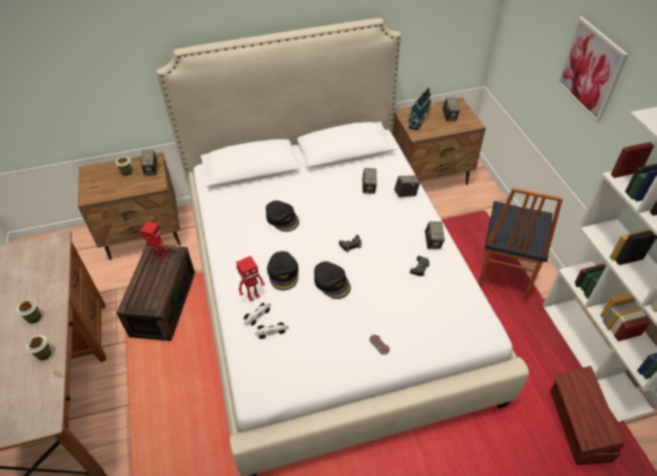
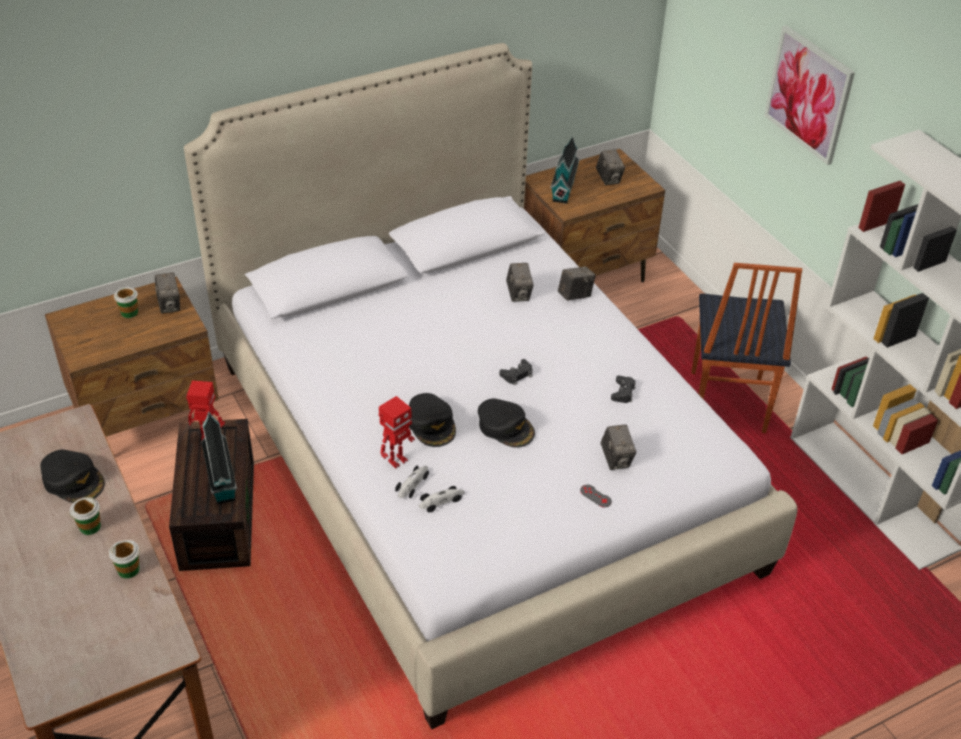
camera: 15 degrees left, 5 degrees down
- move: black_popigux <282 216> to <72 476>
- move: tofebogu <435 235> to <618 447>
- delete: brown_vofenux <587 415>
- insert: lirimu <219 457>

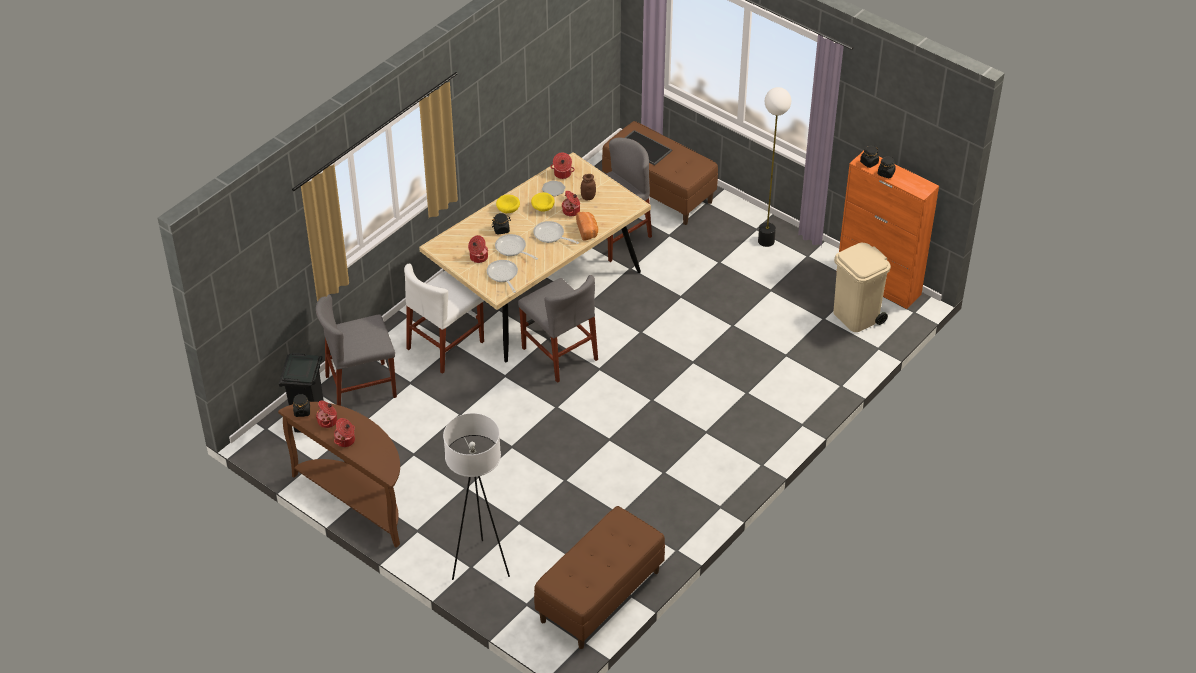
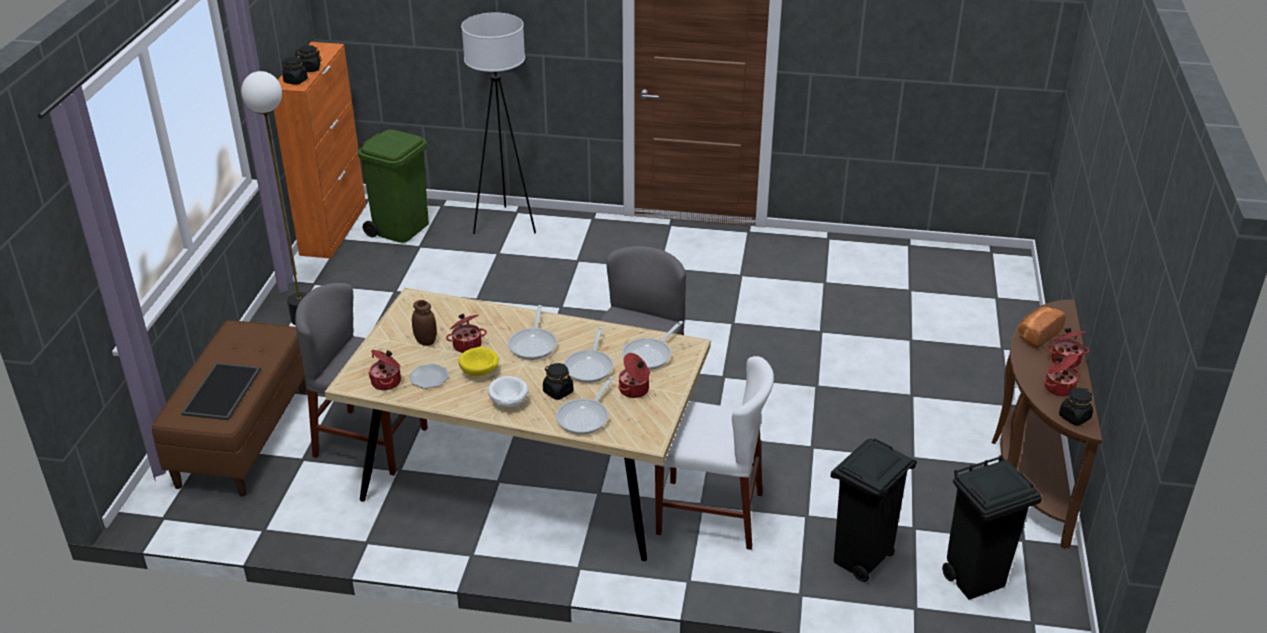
camera: 120 degrees left, 10 degrees down
- replace: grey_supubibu <356 350> to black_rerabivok <873 510>
- move: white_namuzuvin <476 496> to <498 123>
- recolor: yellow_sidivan <508 204> to white_sidivan <508 391>
- delete: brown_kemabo <599 577>
- move: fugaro <587 226> to <1042 327>
- recolor: beige_rerabivok <862 287> to green_rerabivok <393 186>
- insert: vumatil <585 405>

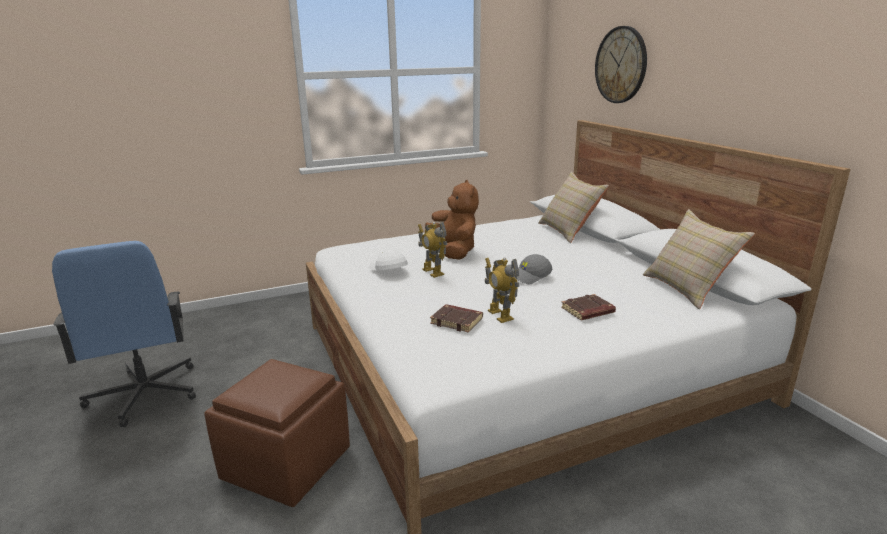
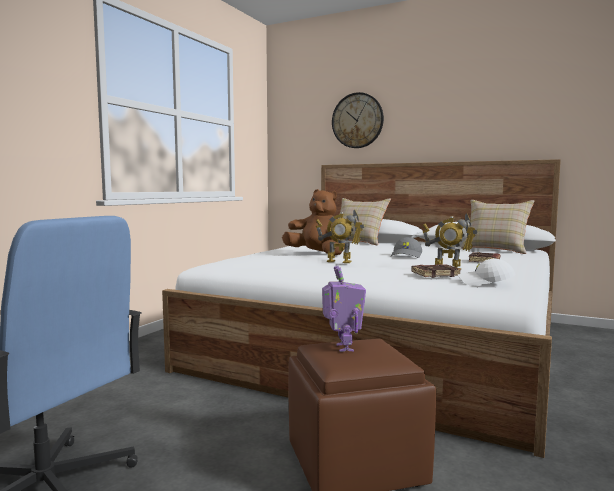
camera: 40 degrees left, 15 degrees down
- move: white_popigux <388 260> to <486 272>
- insert: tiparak <344 309>

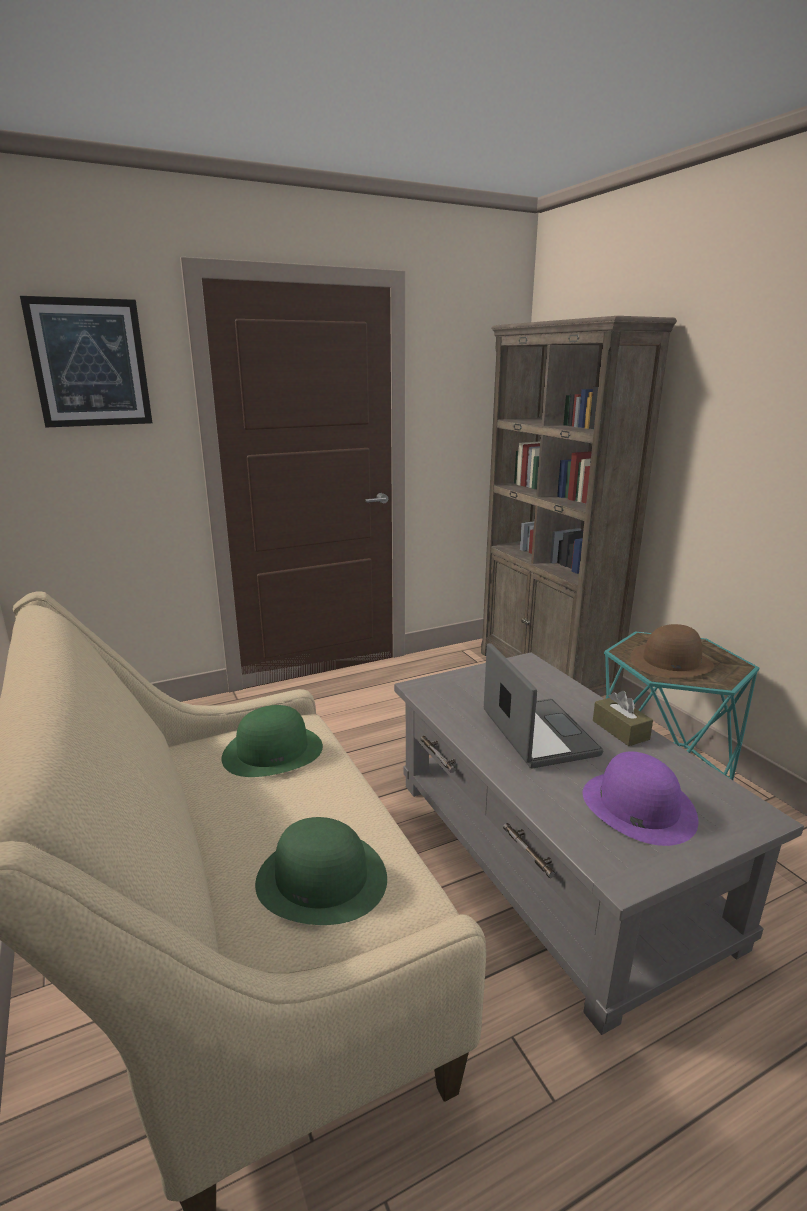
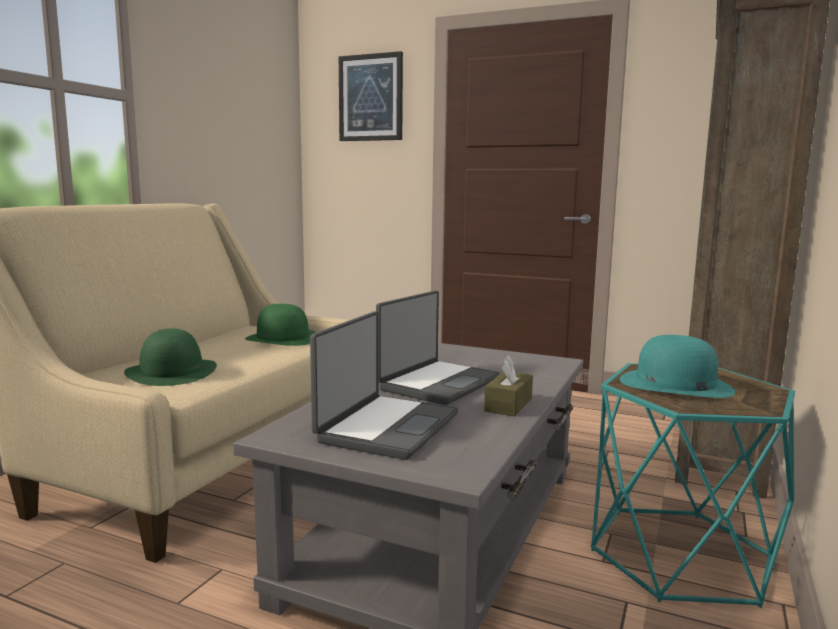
camera: 50 degrees right, 10 degrees down
- replace: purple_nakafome <640 798> to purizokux <384 385>
- recolor: brown_nakafome <672 651> to turquoise_nakafome <677 366>

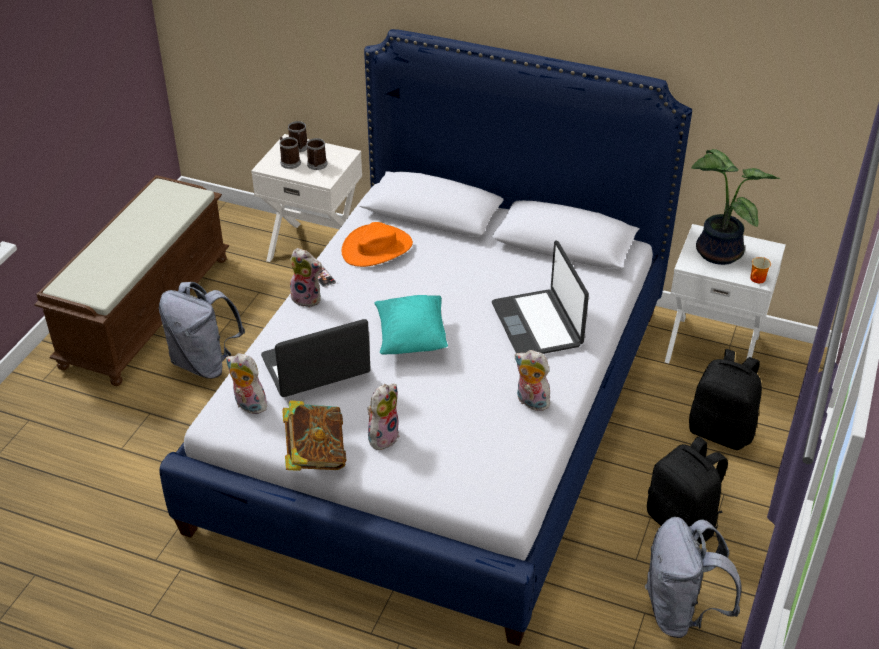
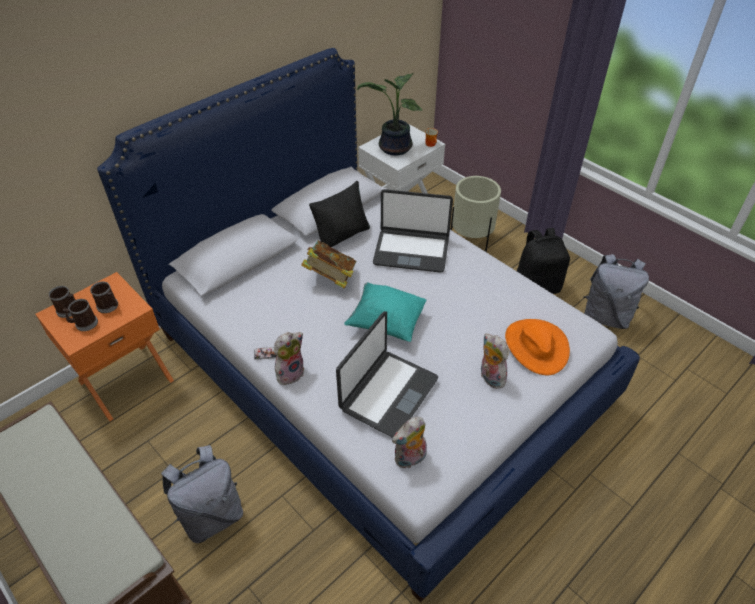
camera: 65 degrees left, 5 degrees up
- recolor: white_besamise <306 198> to orange_besamise <104 346>
- rotate: purizokux <315 358> = <387 374> 150 degrees counterclockwise
- move: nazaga <314 435> to <328 265>
- move: orange_nakafome <377 244> to <537 347>
- delete: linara <532 380>
- replace: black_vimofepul <725 399> to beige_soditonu <476 214>
- insert: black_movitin <339 214>

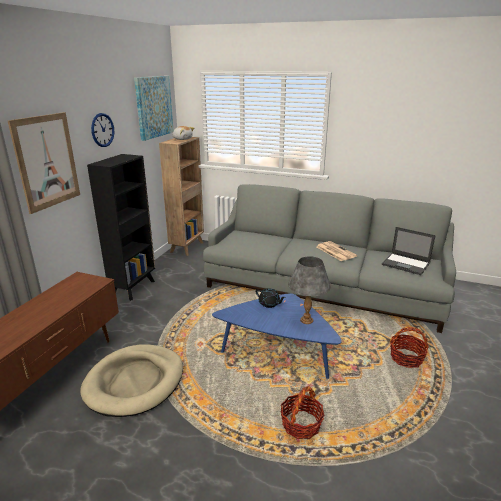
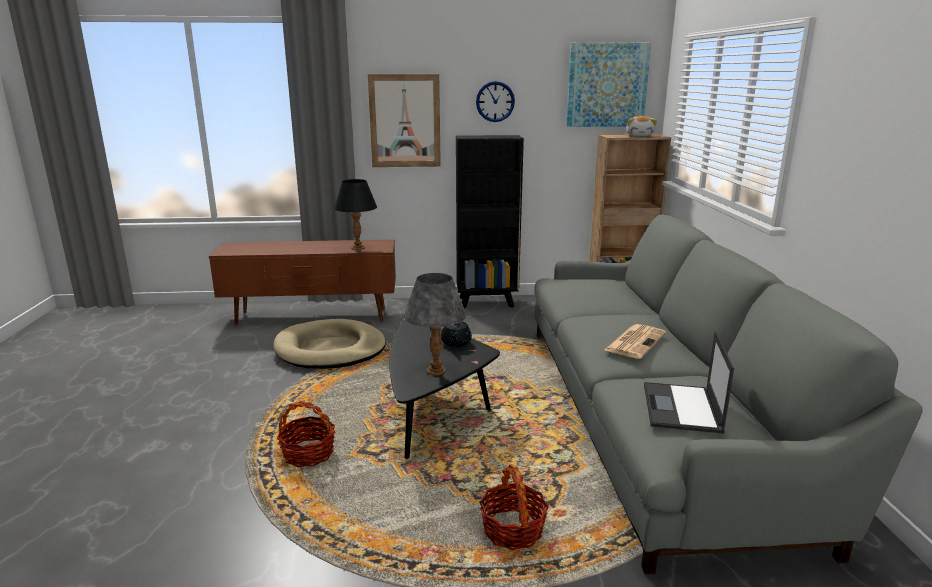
camera: 65 degrees right, 5 degrees down
- recolor: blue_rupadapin <277 336> to black_rupadapin <444 389>
- insert: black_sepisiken <355 214>

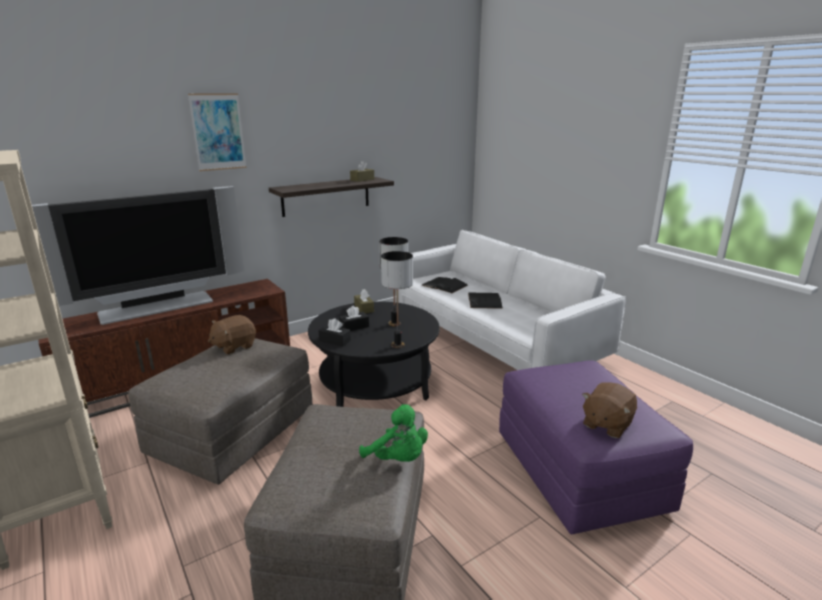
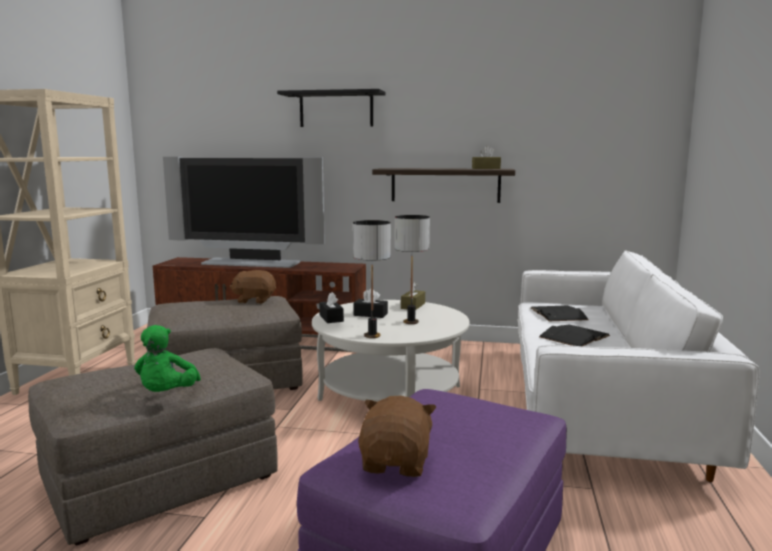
camera: 45 degrees right, 10 degrees down
- replace: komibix <217 132> to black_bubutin <331 108>
- recolor: black_rupadapin <374 354> to white_rupadapin <391 351>
- rotate: brown_linara <609 410> = <397 436> 105 degrees clockwise

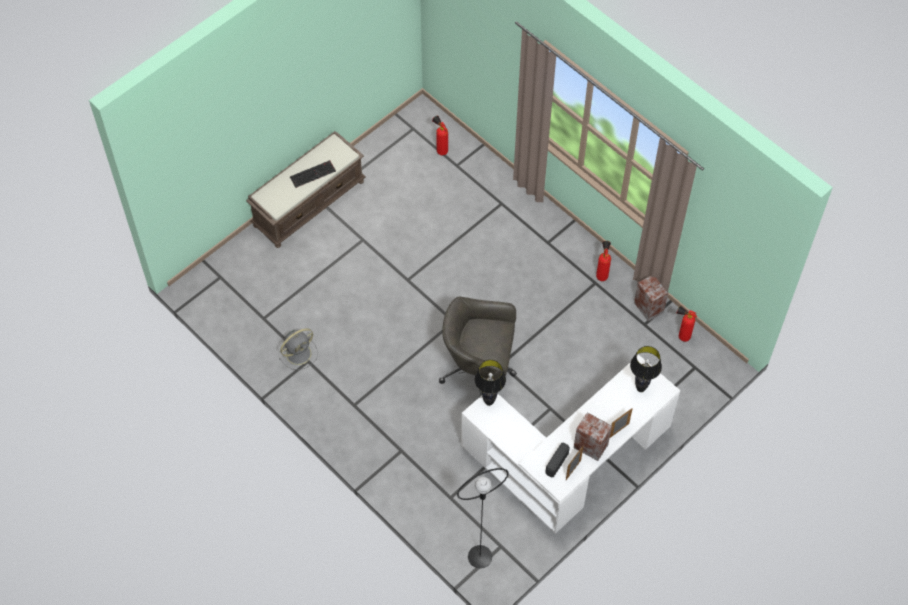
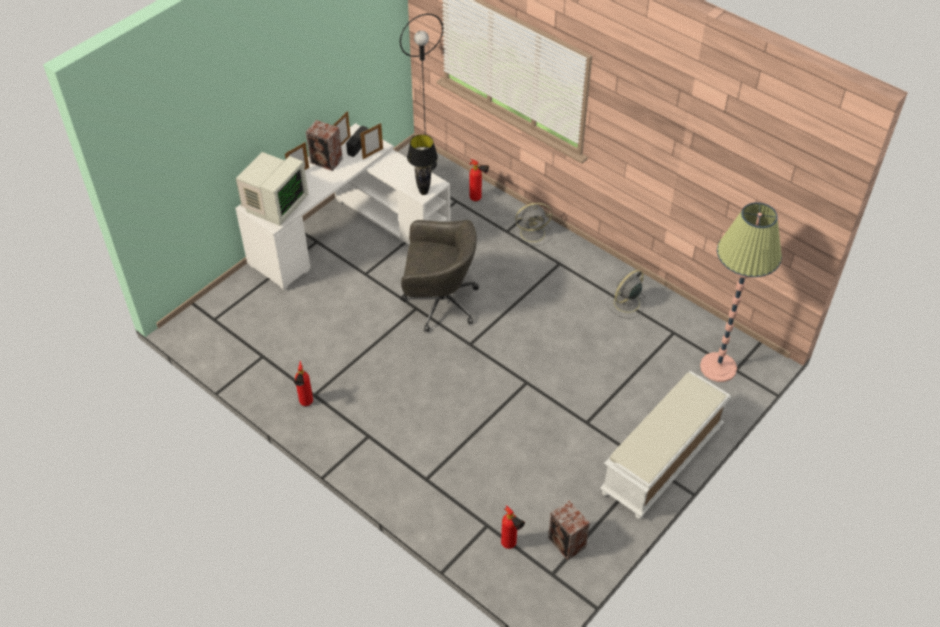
camera: 175 degrees right, 10 degrees down
- recolor: brown_kemabo <306 189> to white_kemabo <666 445>
- delete: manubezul <313 174>
- replace: black_sepisiken <646 369> to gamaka <272 189>
- move: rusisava <651 298> to <569 530>
- move: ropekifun <687 324> to <479 180>
- insert: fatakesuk <371 141>
- insert: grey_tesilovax <532 224>
- insert: namuzuvin <741 292>

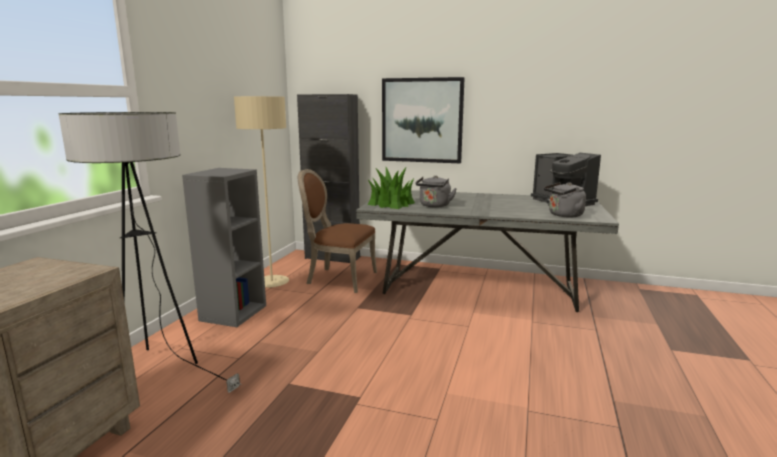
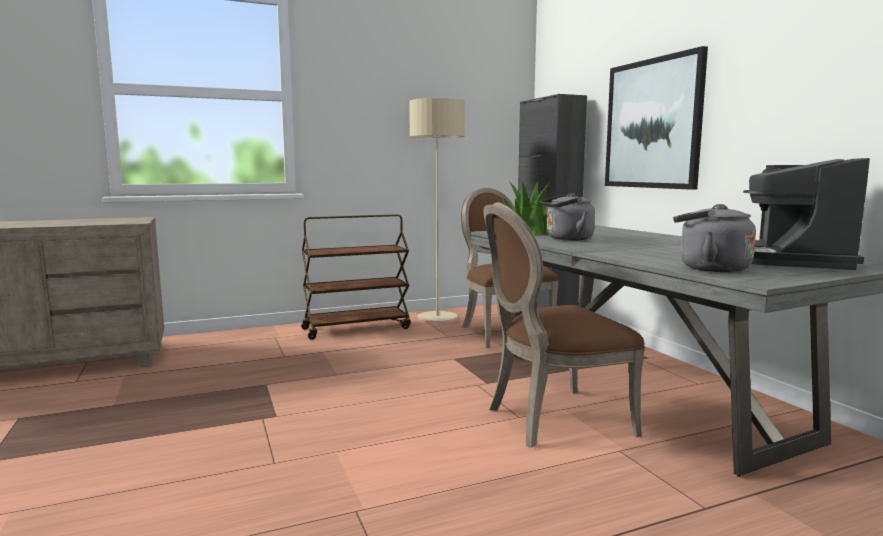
camera: 50 degrees right, 5 degrees down
- delete: namuzuvin <150 252>
- replace: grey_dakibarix <224 247> to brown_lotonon <356 277>
- insert: brown_supubibu <564 325>

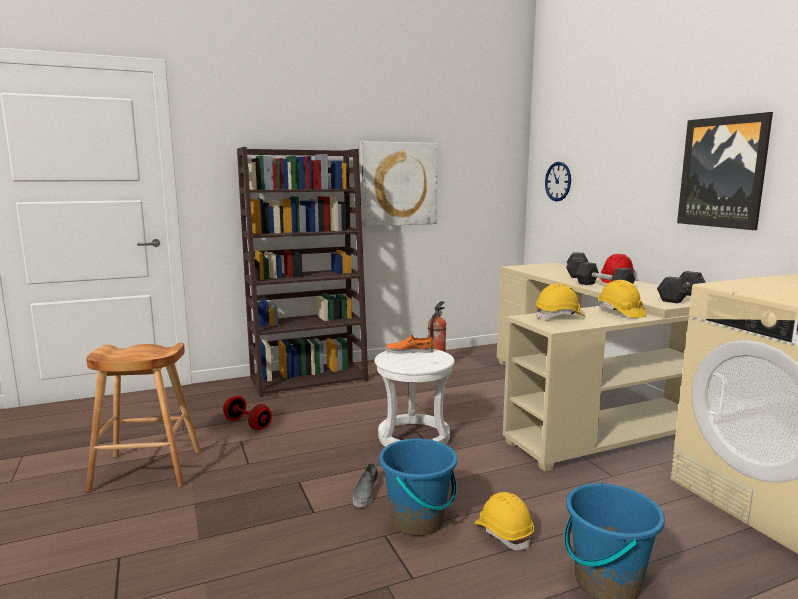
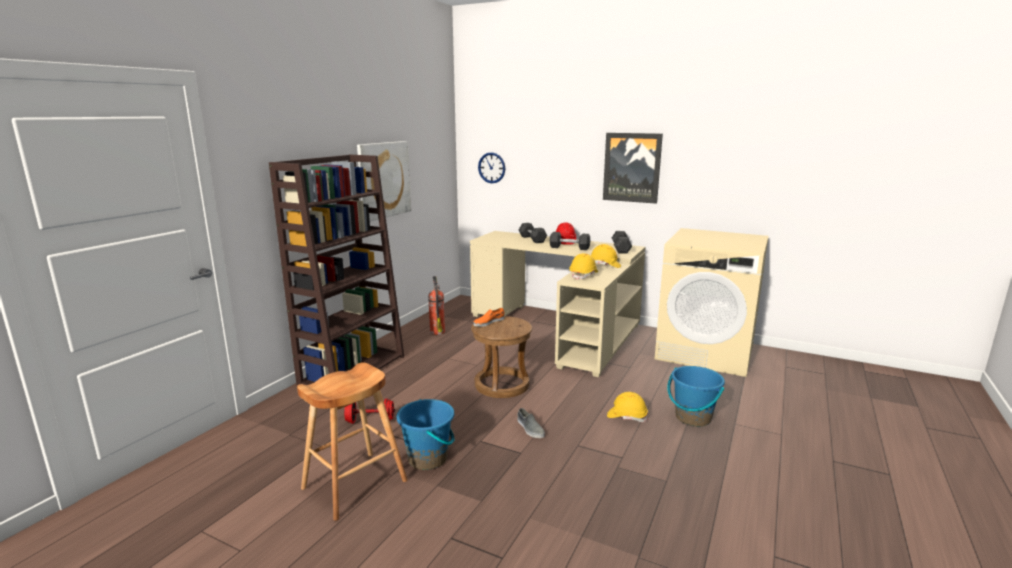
camera: 40 degrees left, 5 degrees up
- recolor: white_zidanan <415 398> to brown_zidanan <501 357>
- move: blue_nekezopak <418 487> to <425 434>

